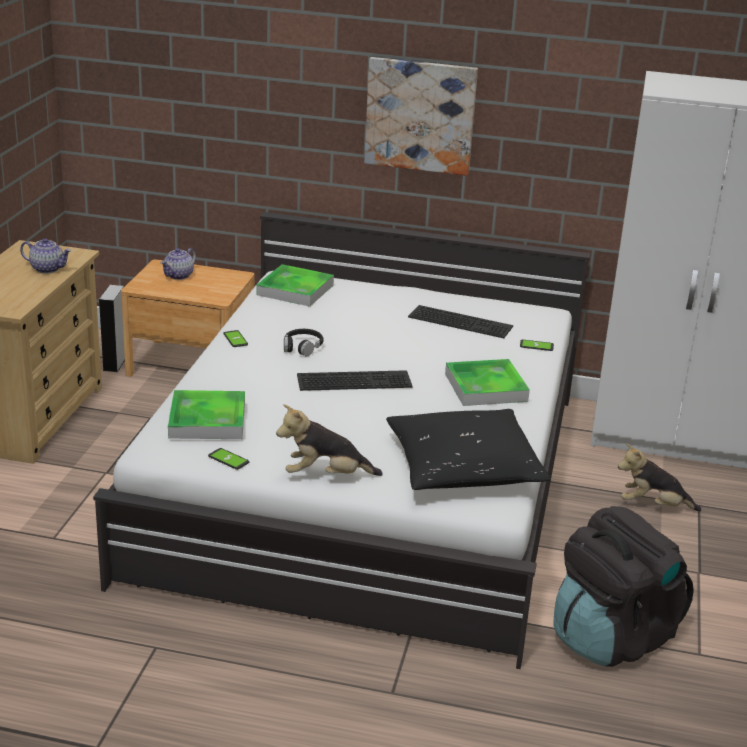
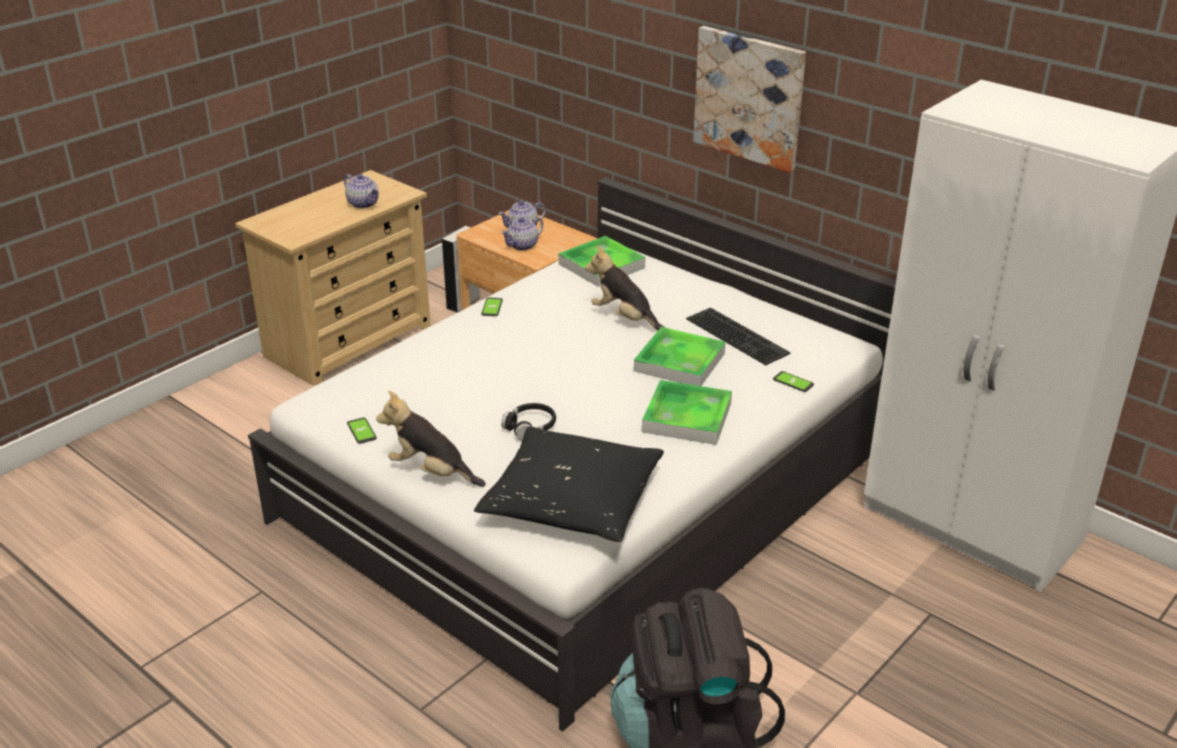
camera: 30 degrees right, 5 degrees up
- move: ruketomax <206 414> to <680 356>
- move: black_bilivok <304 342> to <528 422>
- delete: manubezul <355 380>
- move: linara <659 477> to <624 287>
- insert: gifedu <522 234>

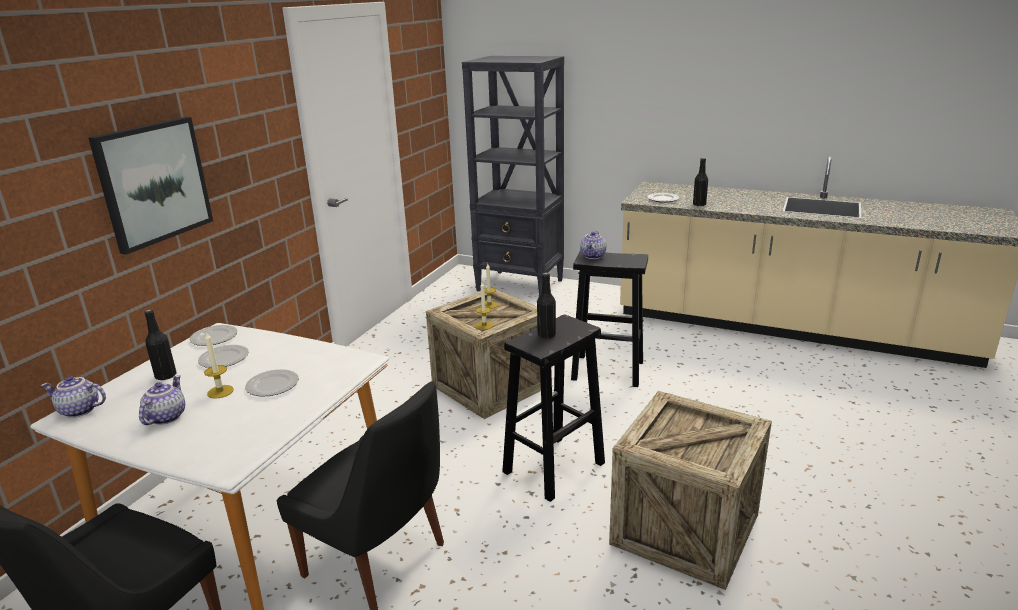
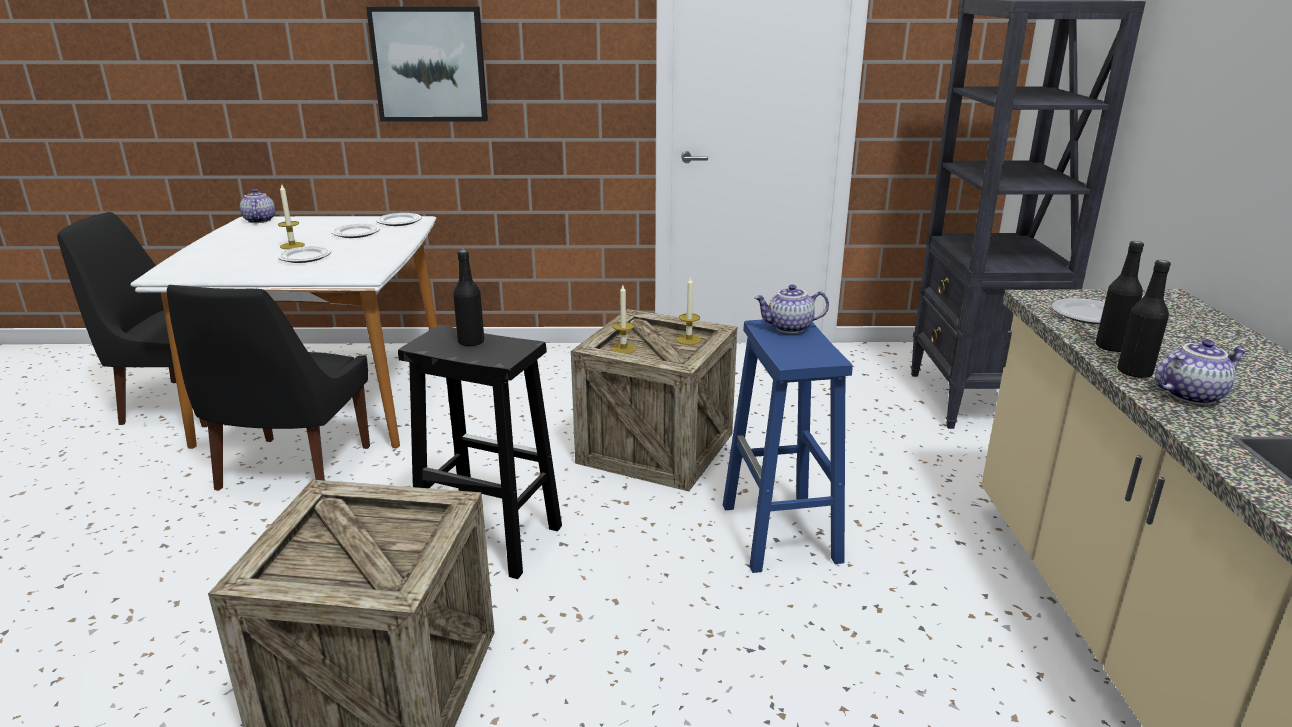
camera: 65 degrees right, 0 degrees up
- move: gifedu <162 400> to <1201 372>
- move: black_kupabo <160 345> to <1144 319>
- recolor: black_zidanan <609 318> to blue_zidanan <788 446>

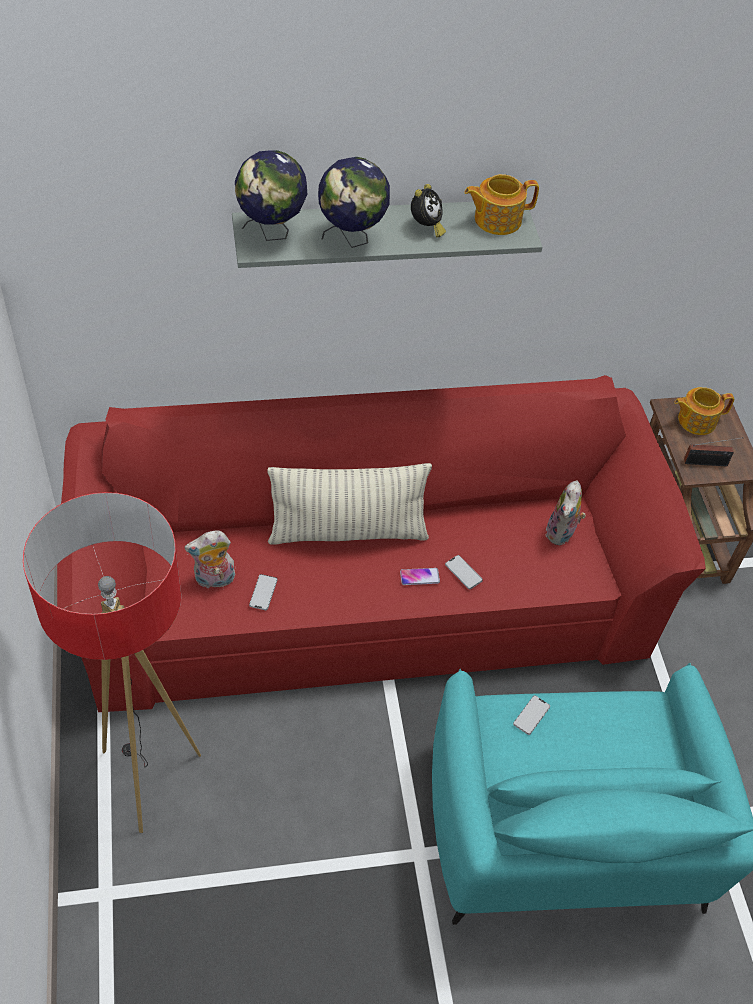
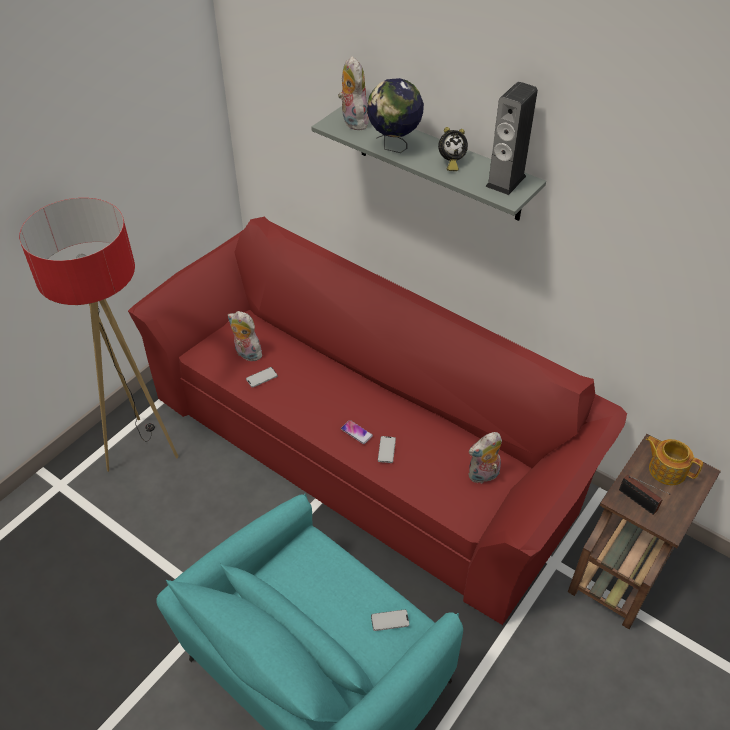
camera: 50 degrees right, 5 degrees down
- replace: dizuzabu <271 195> to linara <353 93>
- delete: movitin <349 503>
- replace: gifedu <501 204> to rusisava <511 138>
- move: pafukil <531 715> to <390 620>

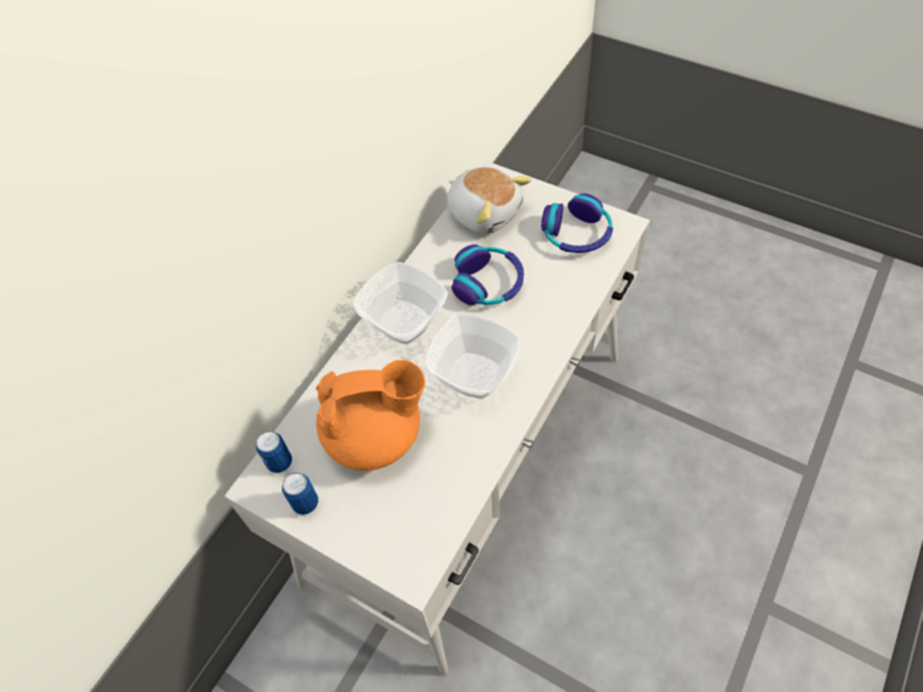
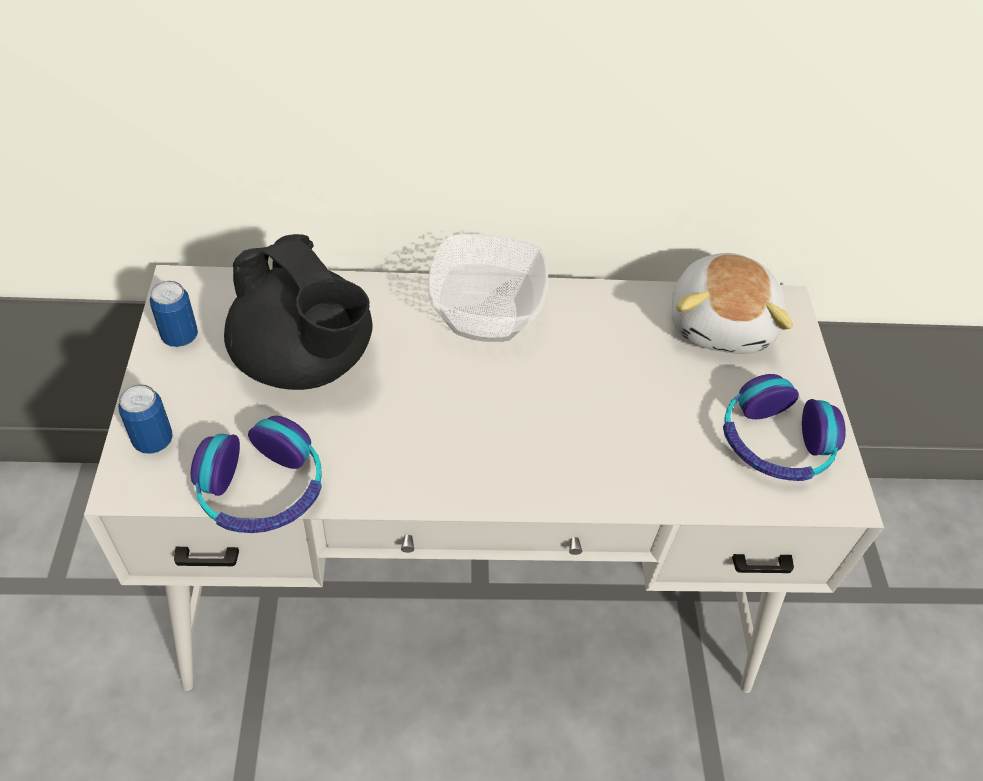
camera: 50 degrees right, 5 degrees down
- move: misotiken <274 452> to <145 419>
- recolor: orange_gifedu <370 415> to black_gifedu <298 312>
- delete: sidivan <472 356>
- move: bilivok <487 275> to <256 474>

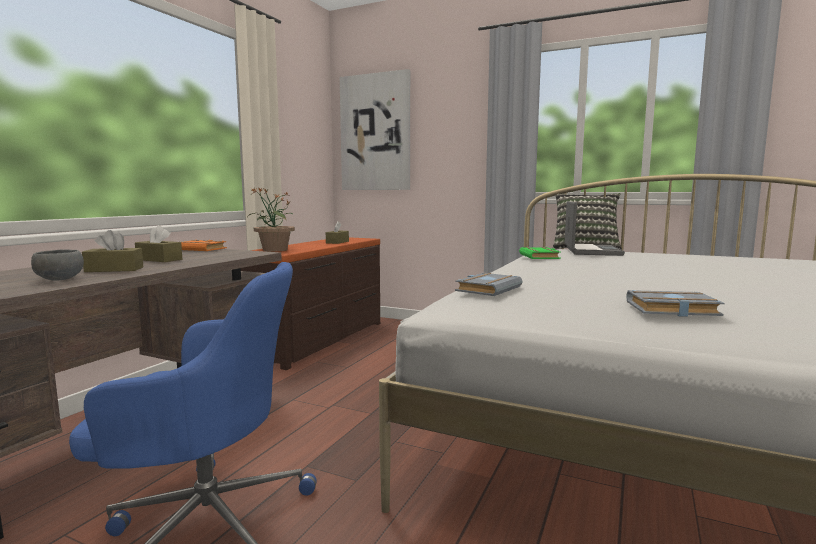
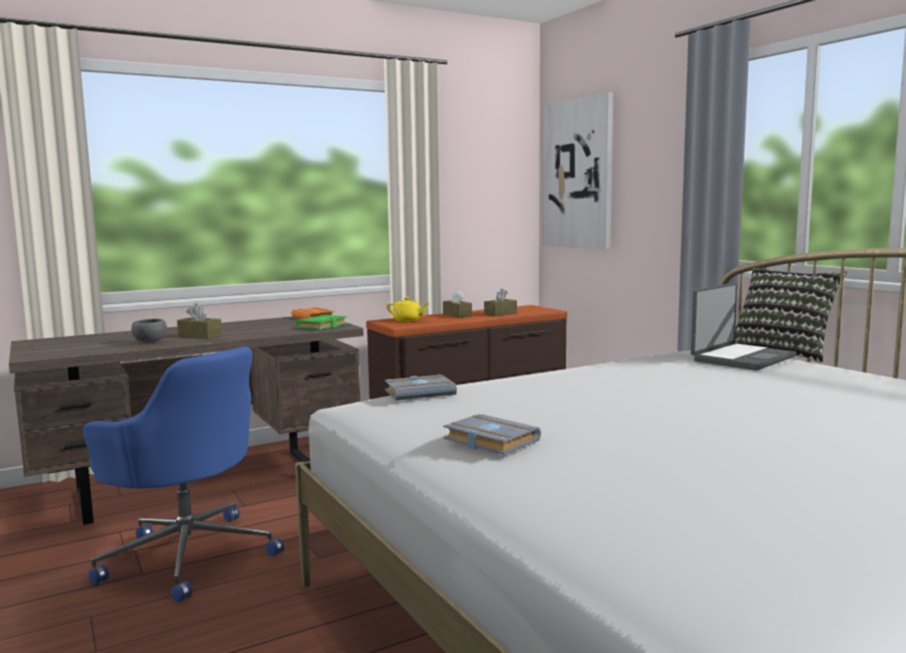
camera: 35 degrees right, 0 degrees up
- move: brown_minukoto <158 243> to <457 303>
- replace: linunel <271 220> to yellow_gifedu <407 309>
- move: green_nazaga <540 253> to <322 322>

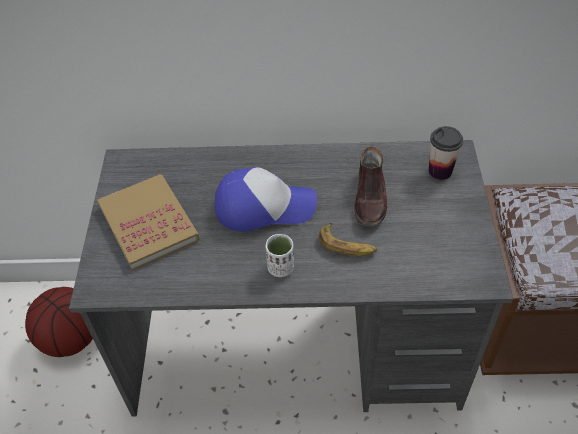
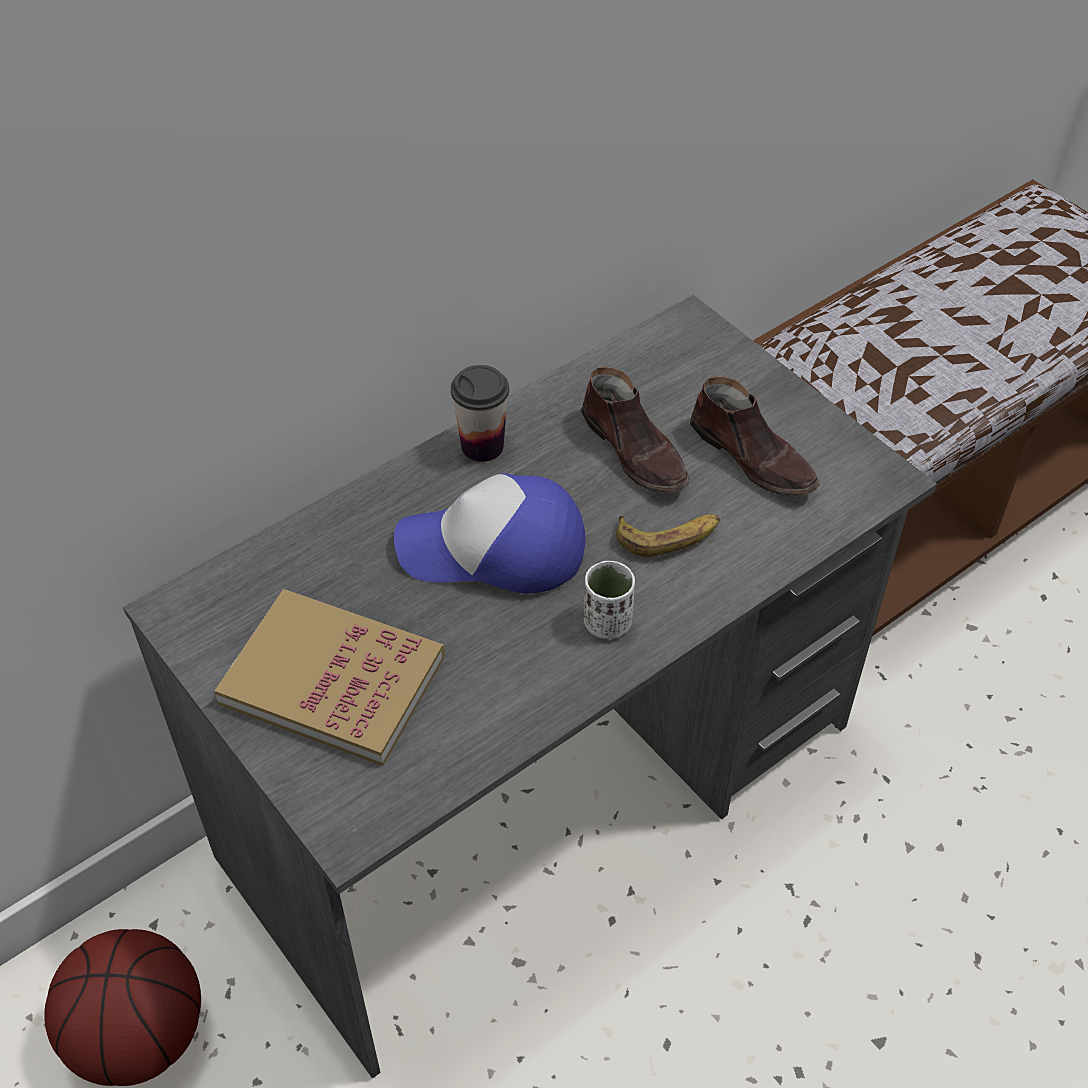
camera: 40 degrees left, 0 degrees up
- rotate: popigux <265 199> = <489 533> 135 degrees counterclockwise
- move: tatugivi <446 153> to <480 413>
- insert: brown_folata <755 436>

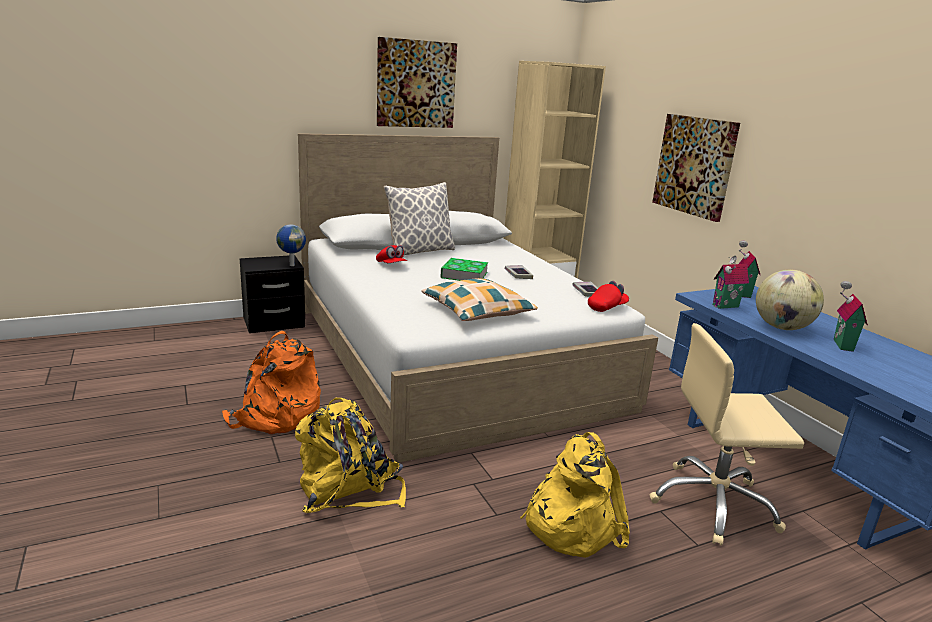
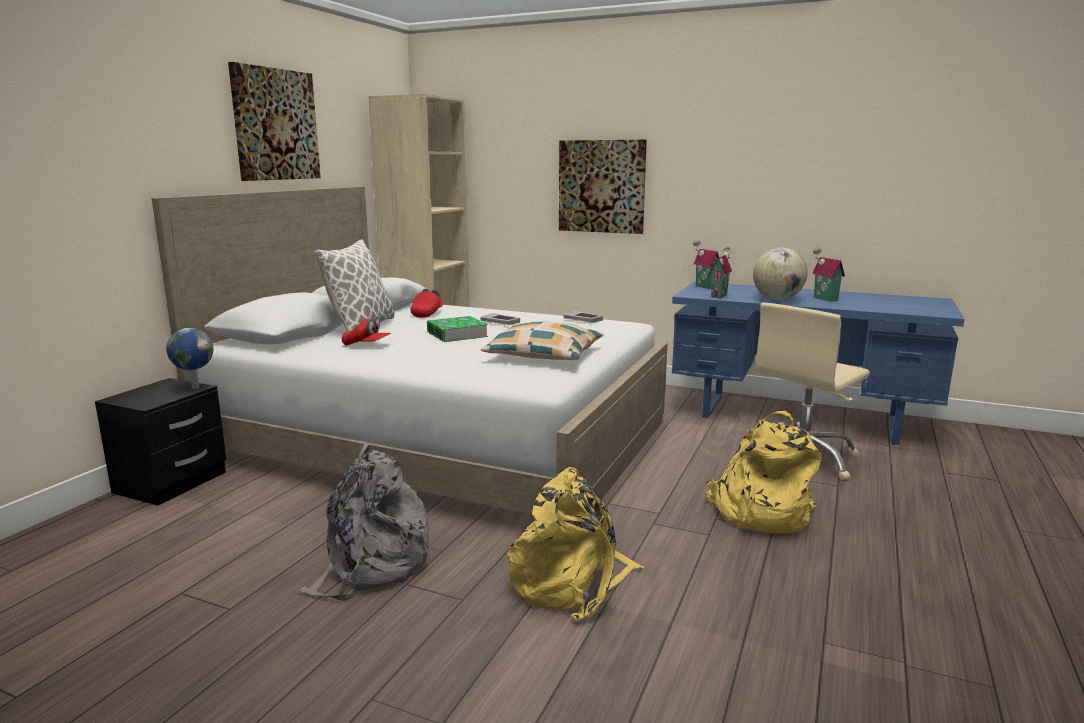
camera: 40 degrees left, 5 degrees down
- recolor: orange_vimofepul <271 382> to grey_vimofepul <365 521>
- move: red_popigux <608 296> to <427 303>

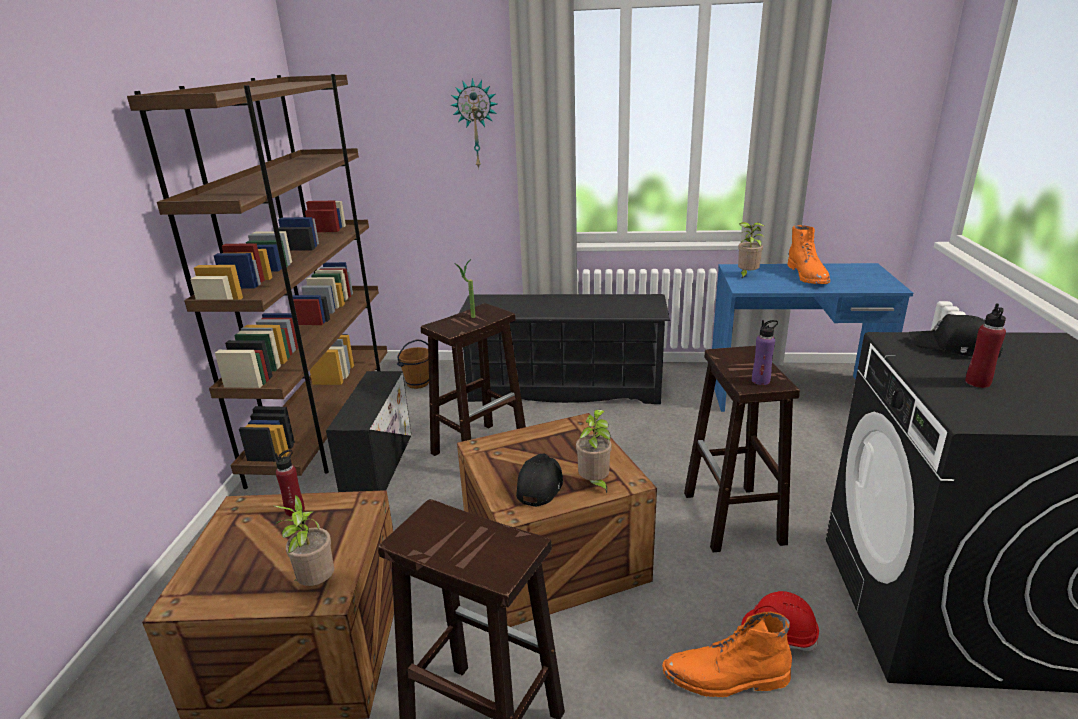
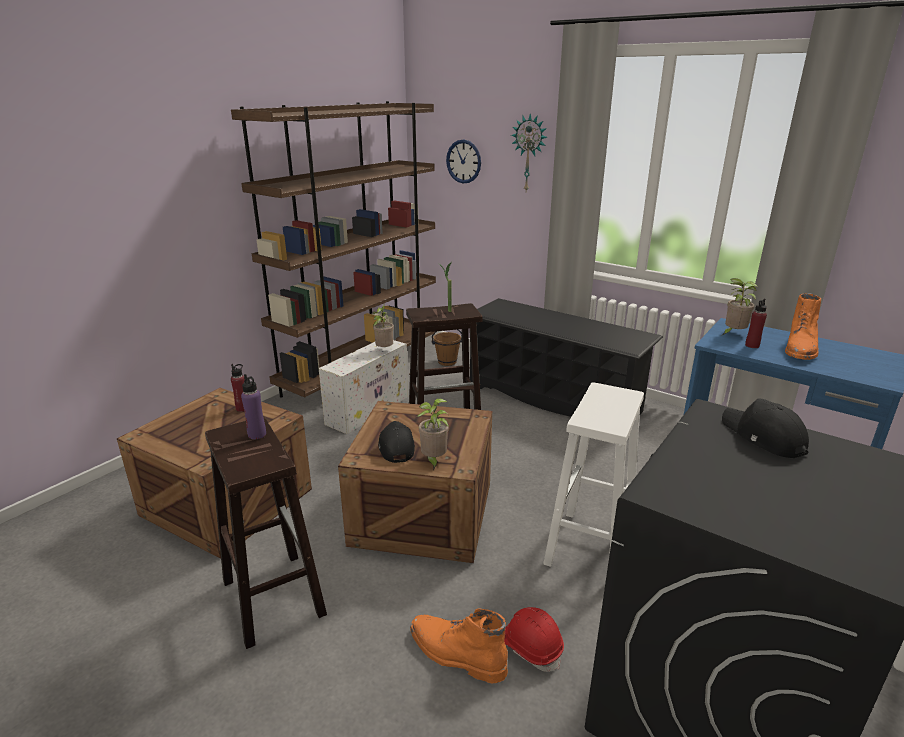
camera: 30 degrees right, 0 degrees up
- move: linunel <303 540> to <383 325>
- recolor: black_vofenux <368 431> to white_vofenux <364 387>
- rotate: black_popigux <539 480> = <396 442> 60 degrees counterclockwise
- recolor: brown_zidanan <742 449> to white_zidanan <593 474>
- move: purple_kupabo <765 352> to <253 406>
- move: red_kupabo <985 346> to <756 323>
- insert: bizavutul <463 161>

